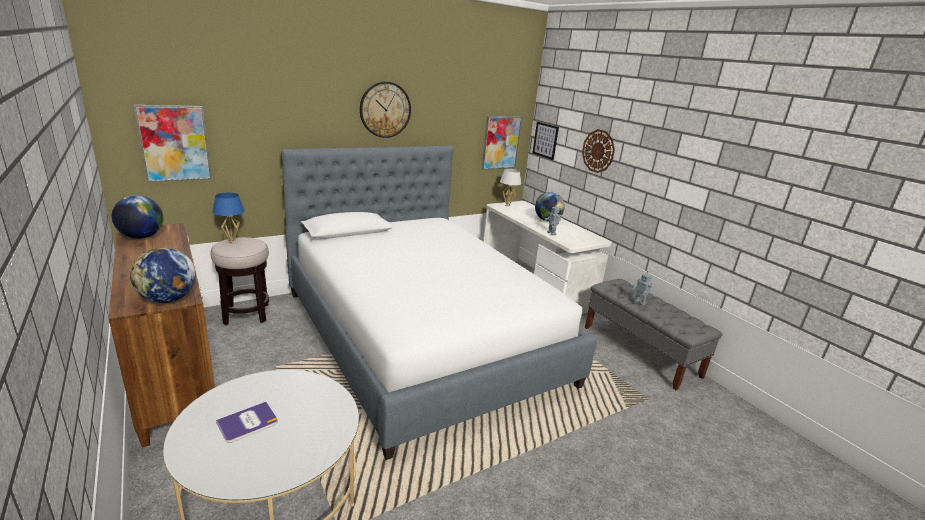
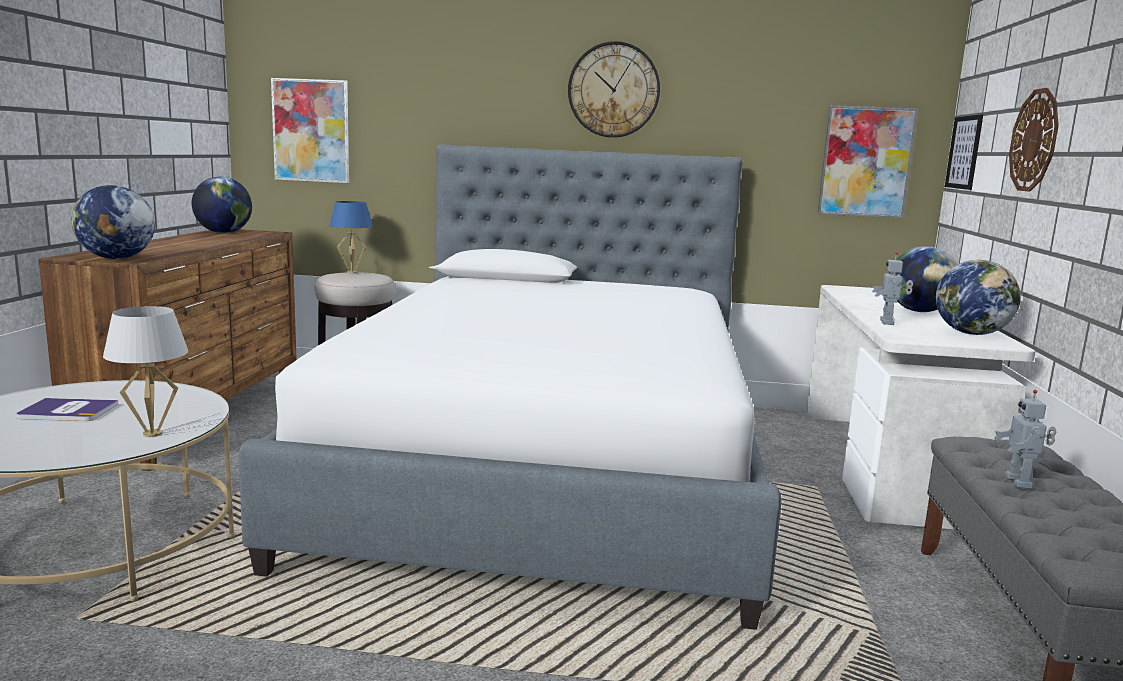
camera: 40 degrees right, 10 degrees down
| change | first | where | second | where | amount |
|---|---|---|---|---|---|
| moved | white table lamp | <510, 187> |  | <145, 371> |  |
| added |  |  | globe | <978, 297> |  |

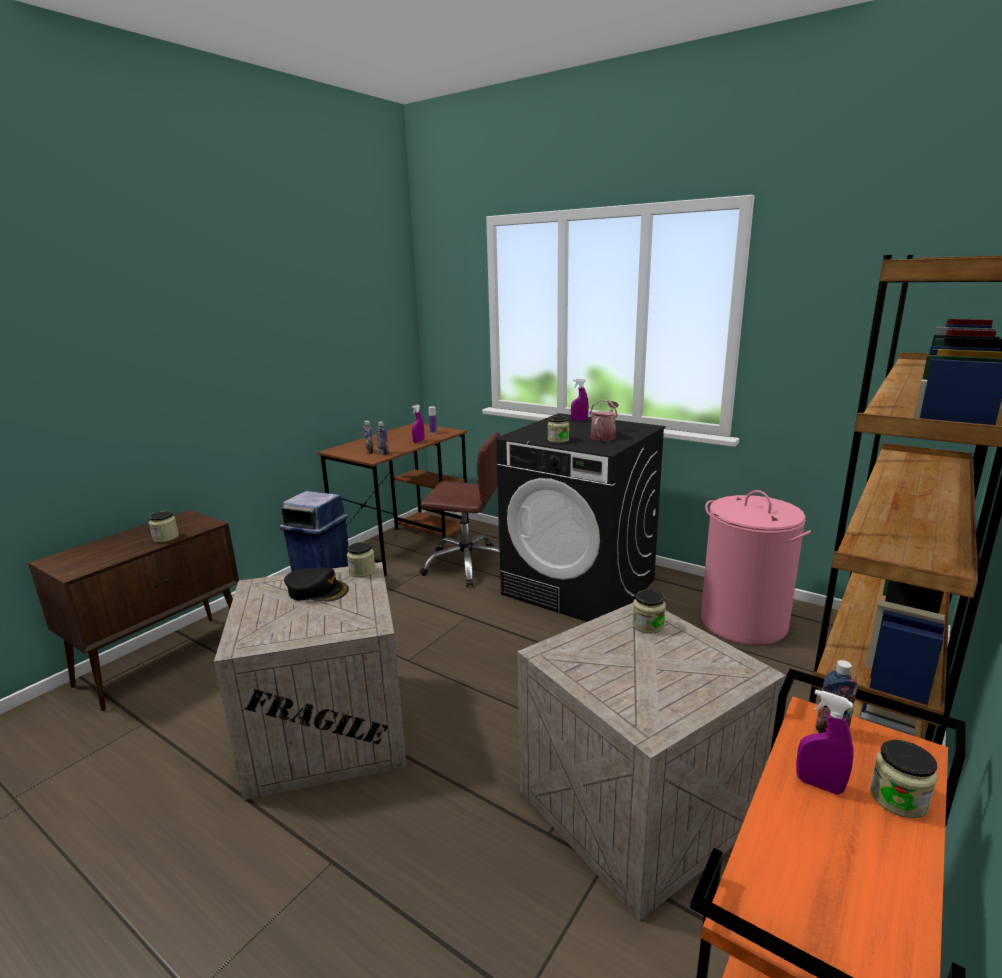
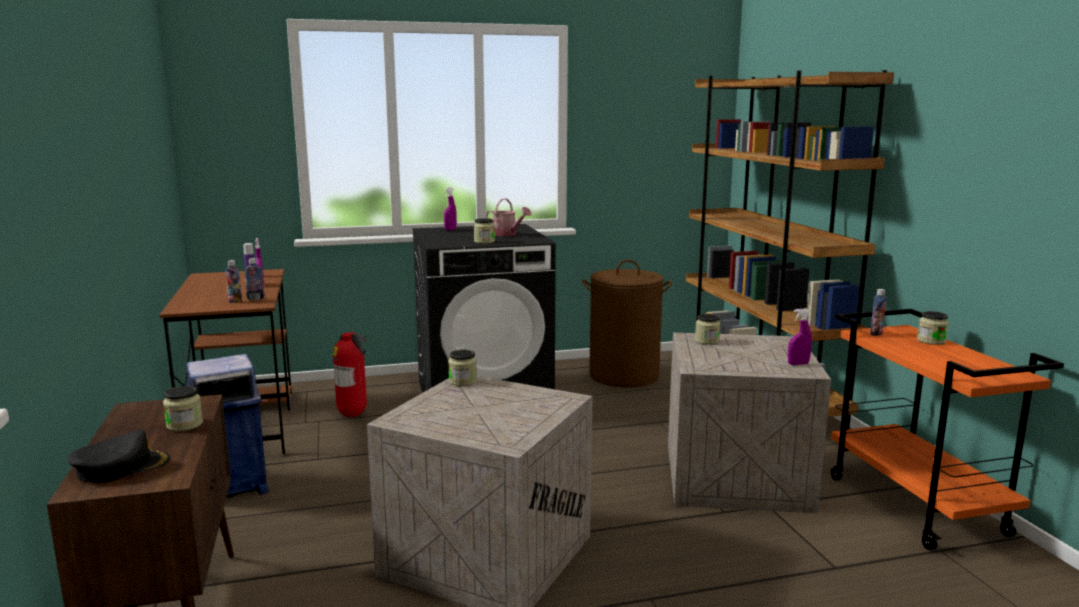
camera: 50 degrees left, 5 degrees down
| change | first | where | second | where | amount |
|---|---|---|---|---|---|
| moved | black-coloured baseball cap | <316, 584> |  | <119, 456> |  |
| replaced | brown-coloured desk chair | <460, 509> | extinguisher | <350, 374> |  |
| turned | watering can | <604, 420> |  | <508, 217> | 150 degrees clockwise |
| recoloured | pinkish laundry basket | <756, 567> | brown-coloured laundry basket | <627, 323> |  |
| moved | purple-coloured spray bottle | <825, 742> |  | <800, 337> |  |

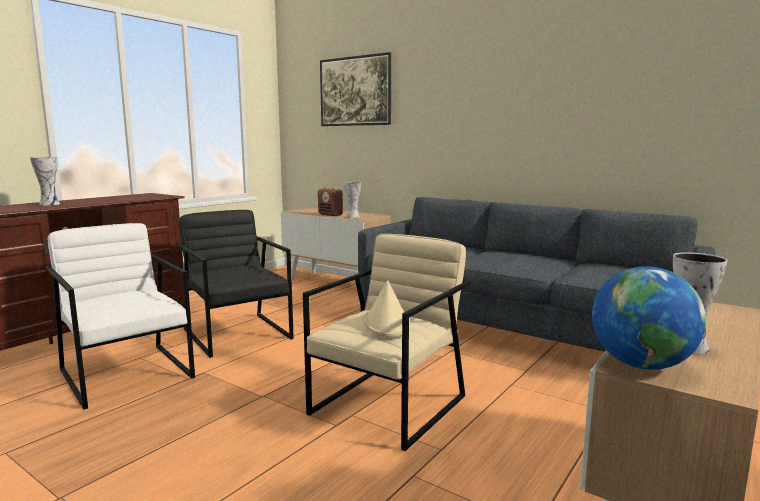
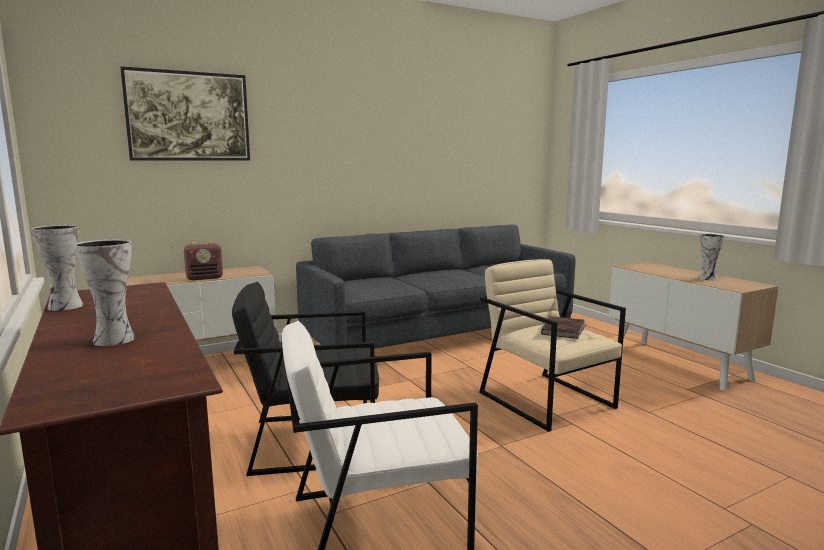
camera: 65 degrees left, 0 degrees up
| change | first | where | second | where | amount |
|---|---|---|---|---|---|
| moved | decorative vase | <352, 200> |  | <57, 268> |  |
| replaced | sand-coloured clothing hat | <386, 308> | brown-coloured volume | <564, 327> |  |
| removed | globe | <649, 318> |  |  |  |

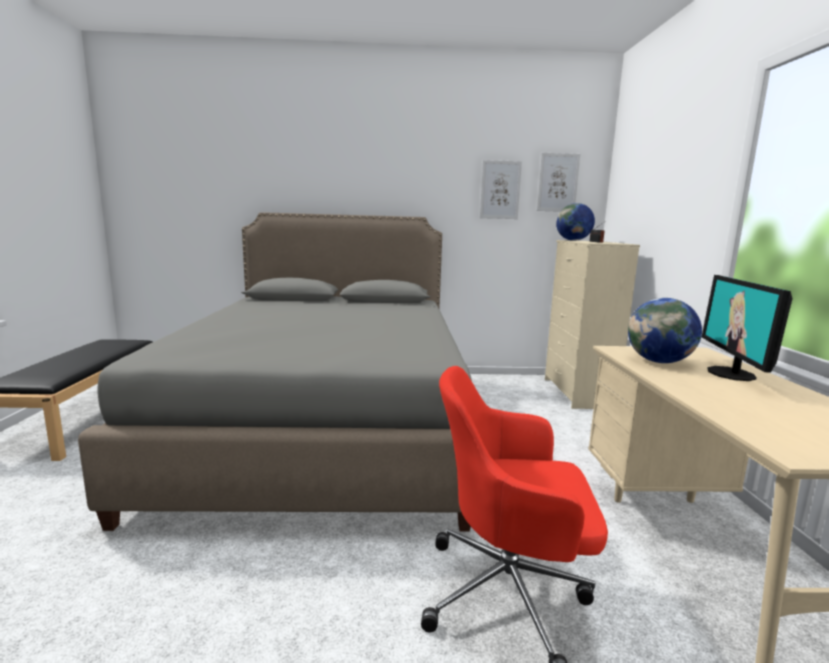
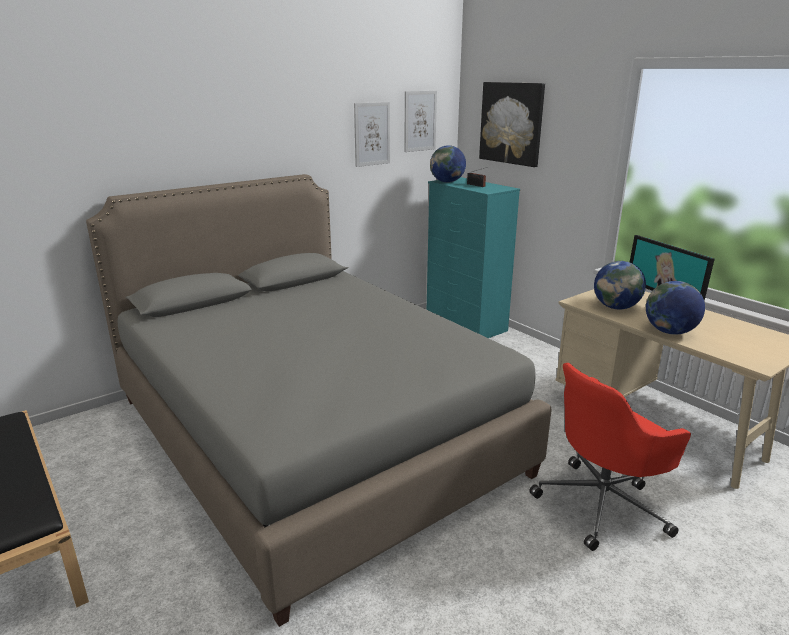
camera: 35 degrees left, 10 degrees up
| change | first | where | second | where | amount |
|---|---|---|---|---|---|
| recoloured | sand-coloured chest of drawers | <592, 324> | turquoise-coloured chest of drawers | <473, 257> |  |
| added |  |  | wall picture | <512, 124> |  |
| added |  |  | globe | <675, 308> |  |

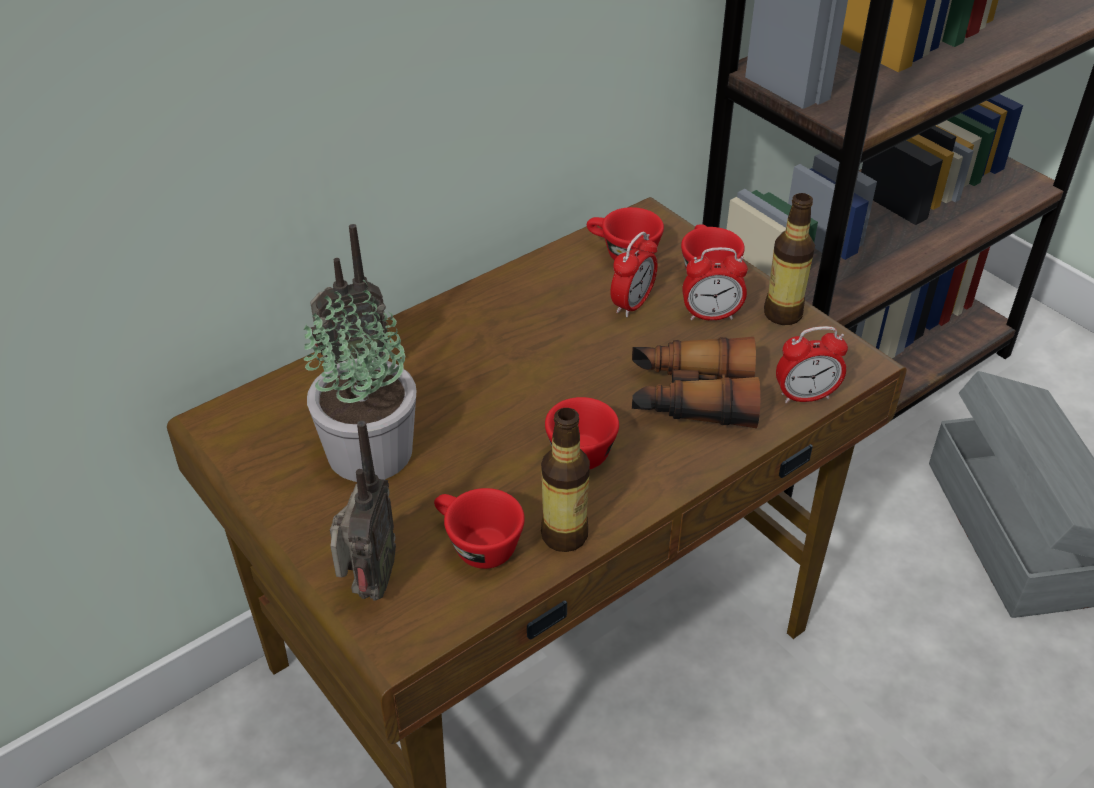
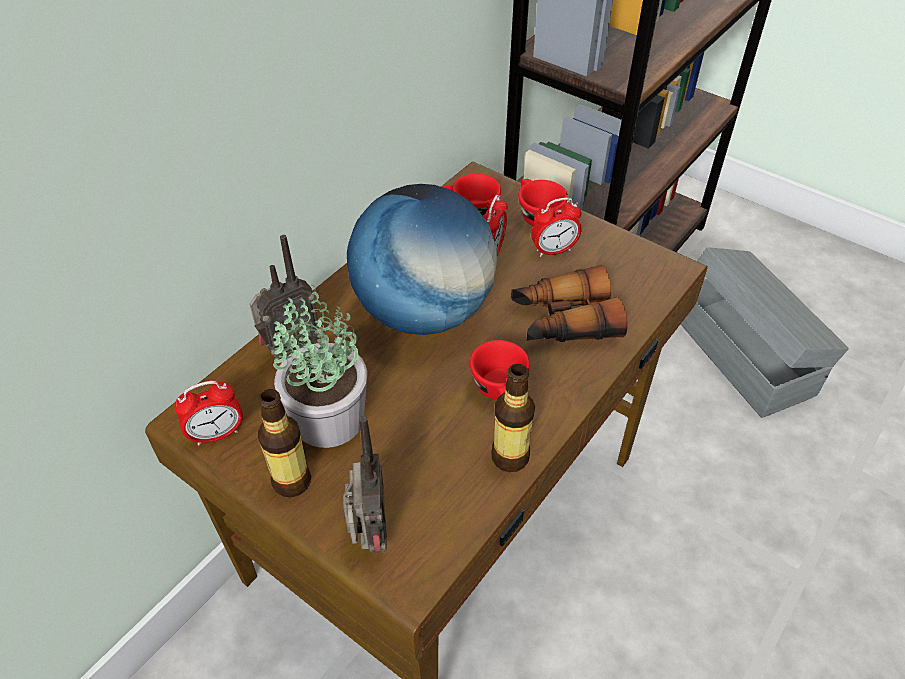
camera: 15 degrees left, 5 degrees up
| change | first | where | second | where | amount |
|---|---|---|---|---|---|
| removed | reddish drinking cup | <479, 528> |  |  |  |
| moved | bottle | <789, 259> |  | <284, 443> |  |
| moved | table clock | <812, 364> |  | <208, 413> |  |
| added |  |  | globe | <422, 259> |  |

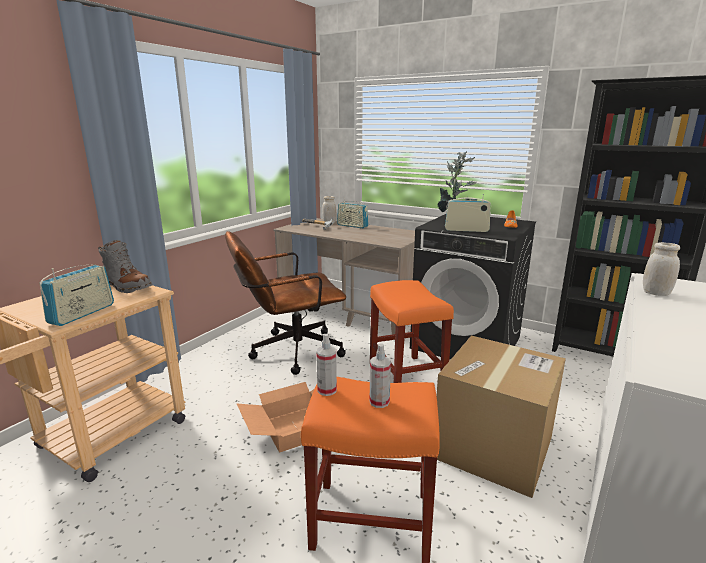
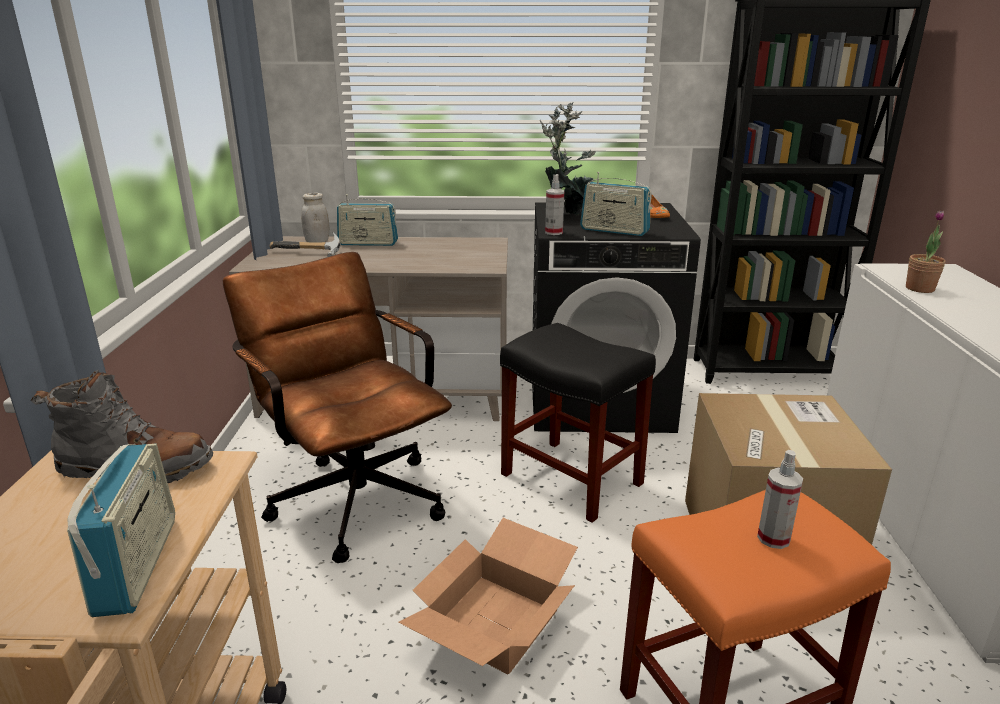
camera: 30 degrees left, 5 degrees up
| change | first | where | second | where | amount |
|---|---|---|---|---|---|
| turned | brown-coloured desk chair | <285, 303> |  | <337, 407> | 105 degrees clockwise |
| moved | spray bottle | <326, 365> |  | <554, 204> |  |
| recoloured | orange-coloured stool | <412, 331> | black-coloured stool | <578, 423> |  |
| turned | radio set | <468, 213> |  | <616, 204> | 135 degrees counterclockwise |
| replaced | white preserve jar | <661, 269> | houseplant | <926, 252> |  |

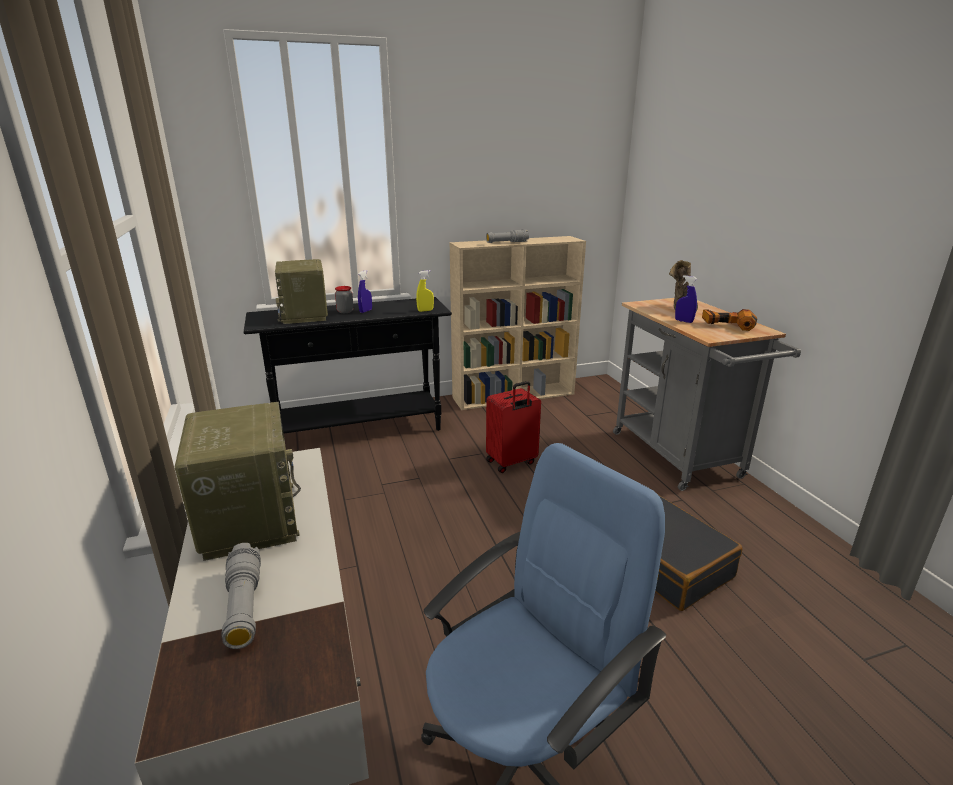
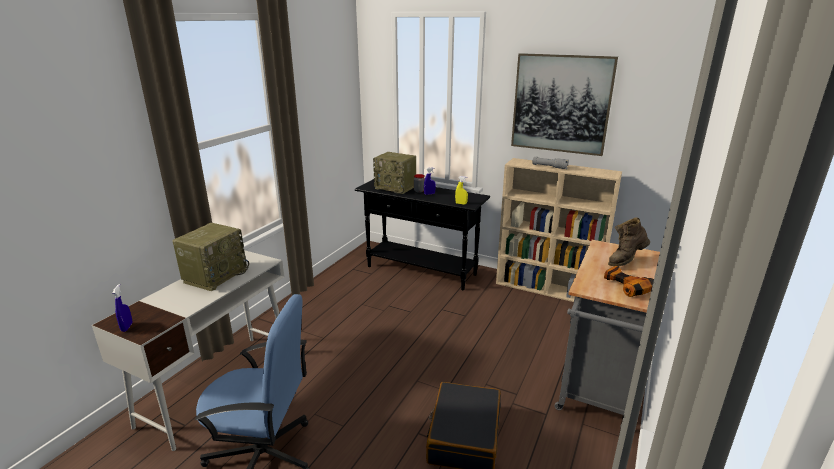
camera: 45 degrees right, 0 degrees up
| change | first | where | second | where | amount |
|---|---|---|---|---|---|
| removed | gray torch | <241, 596> |  |  |  |
| turned | radio set | <301, 291> |  | <394, 173> | 90 degrees counterclockwise |
| removed | reddish piece of luggage | <513, 427> |  |  |  |
| moved | blue spray bottle | <686, 299> |  | <122, 308> |  |
| added |  |  | wall picture | <564, 104> |  |

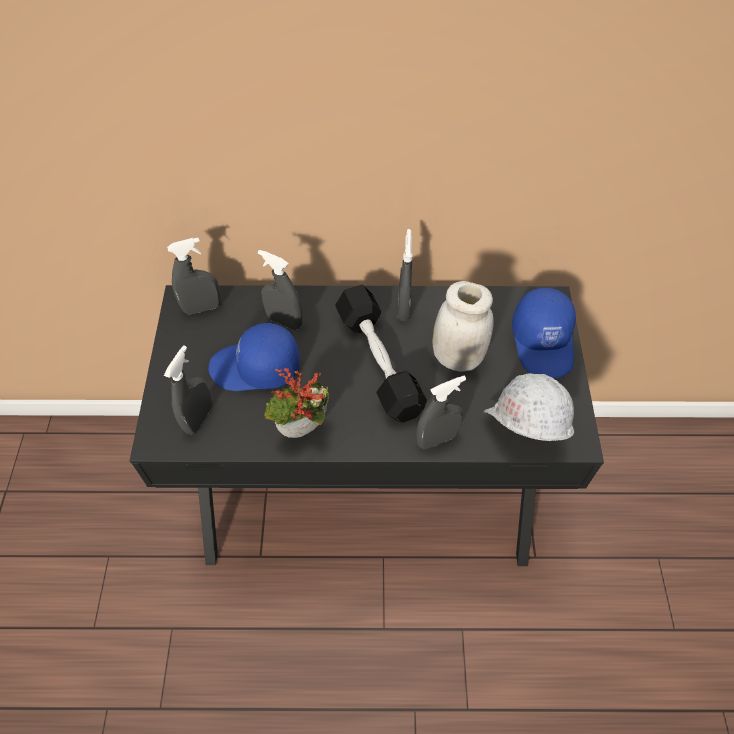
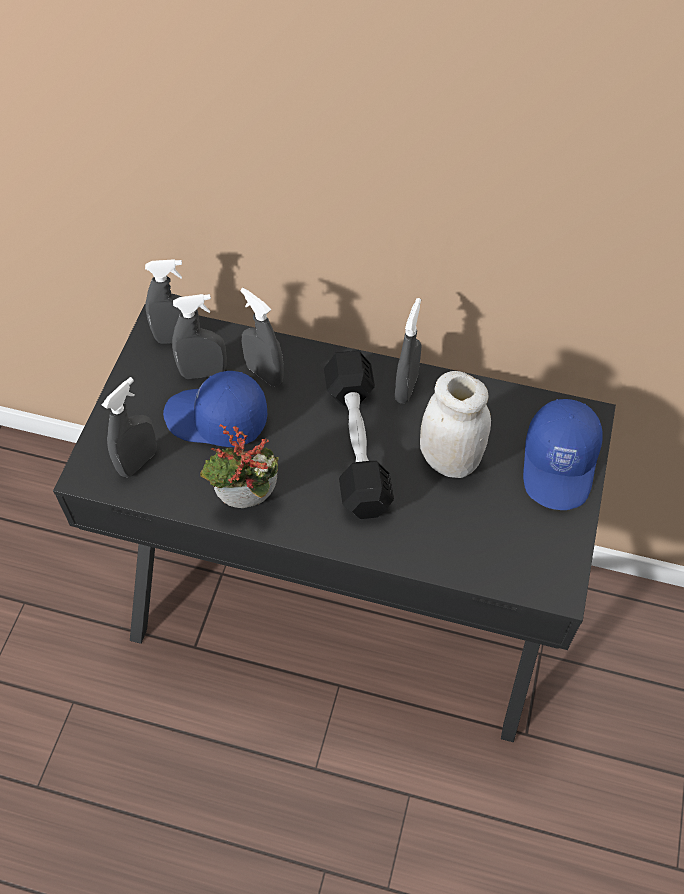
camera: 15 degrees right, 0 degrees up
| change | first | where | second | where | amount |
|---|---|---|---|---|---|
| moved | gray spray bottle | <441, 413> |  | <199, 336> |  |
| removed | white work helmet | <528, 407> |  |  |  |

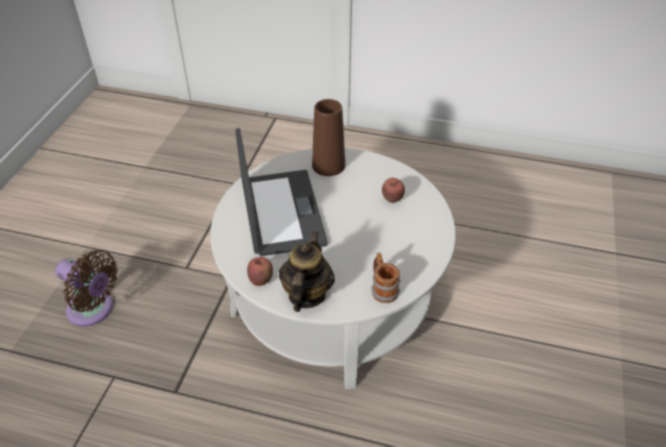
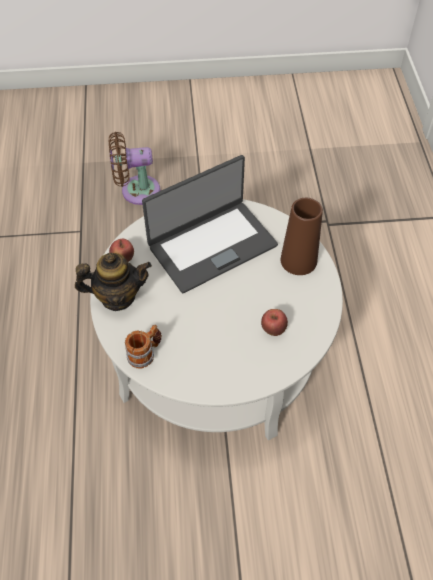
camera: 70 degrees right, 10 degrees up
| change | first | where | second | where | amount |
|---|---|---|---|---|---|
| turned | brown-coloured fan | <86, 288> |  | <134, 168> | 75 degrees clockwise |

